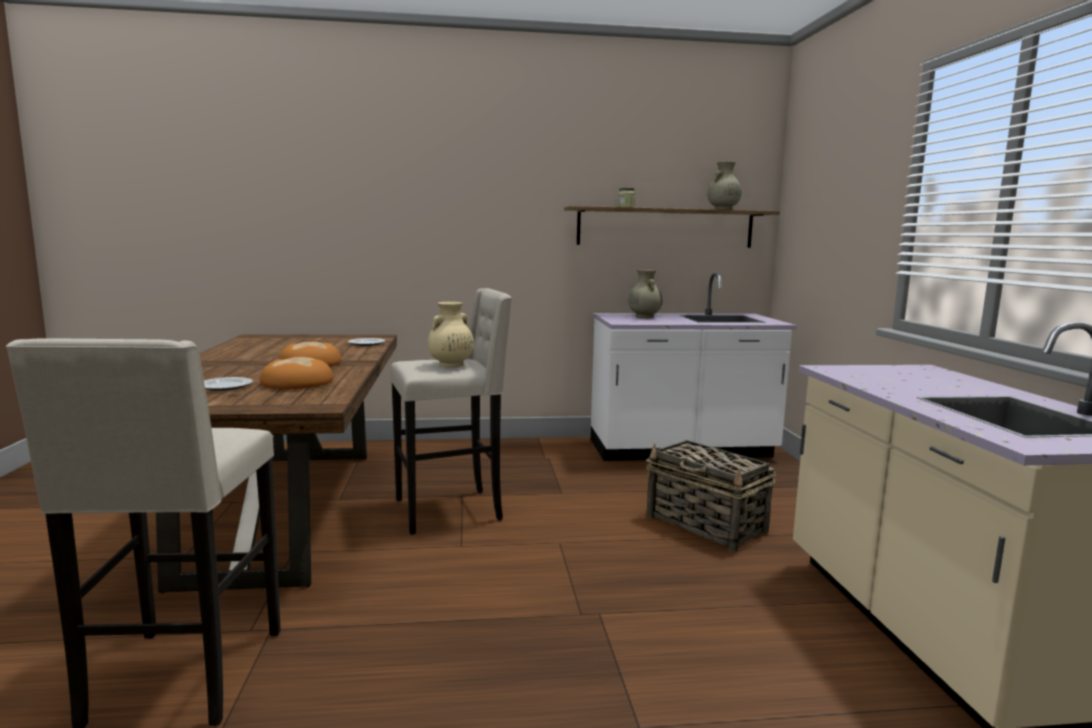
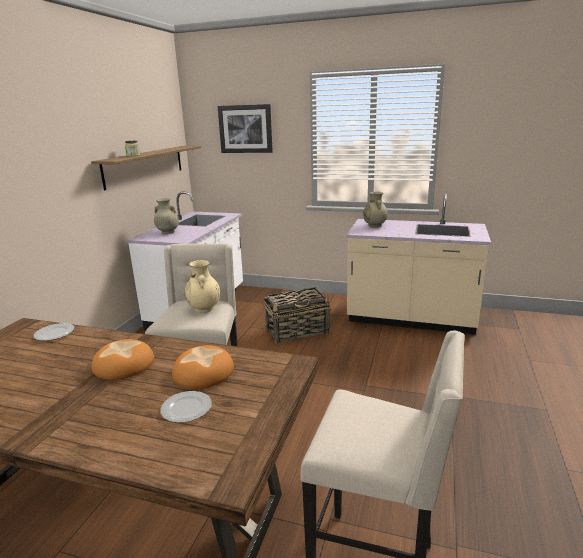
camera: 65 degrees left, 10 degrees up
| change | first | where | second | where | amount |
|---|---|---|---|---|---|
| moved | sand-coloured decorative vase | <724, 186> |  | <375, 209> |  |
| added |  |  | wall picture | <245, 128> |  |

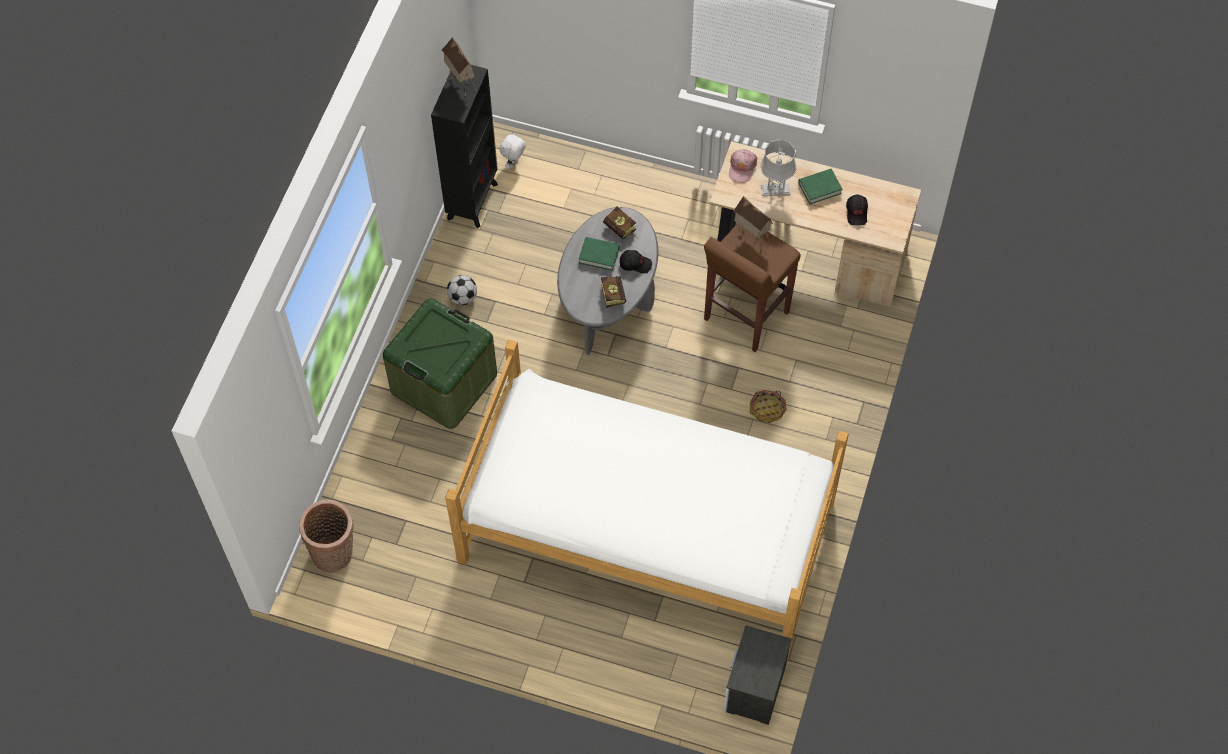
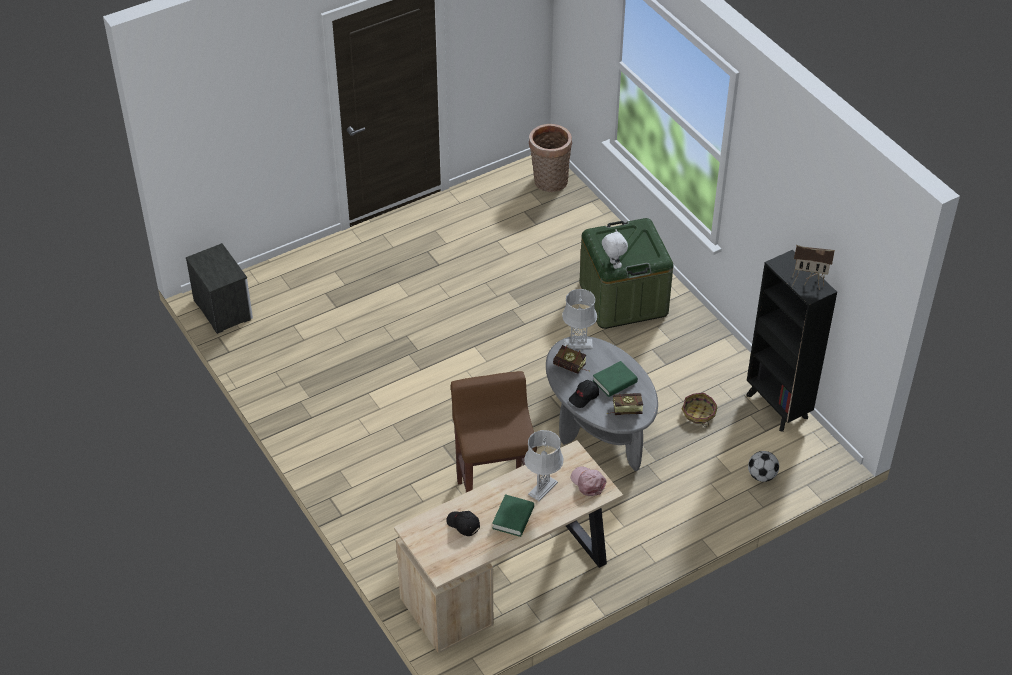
camera: 130 degrees right, 15 degrees down
| change | first | where | second | where | amount |
|---|---|---|---|---|---|
| removed | bedroom bed | <647, 500> |  |  |  |
| moved | football ball | <462, 290> |  | <763, 466> |  |
| moved | white cuddly toy | <513, 150> |  | <615, 249> |  |
| removed | model house | <753, 223> |  |  |  |
| moved | household basket | <768, 406> |  | <699, 410> |  |
| added |  |  | gray table lamp | <579, 319> |  |

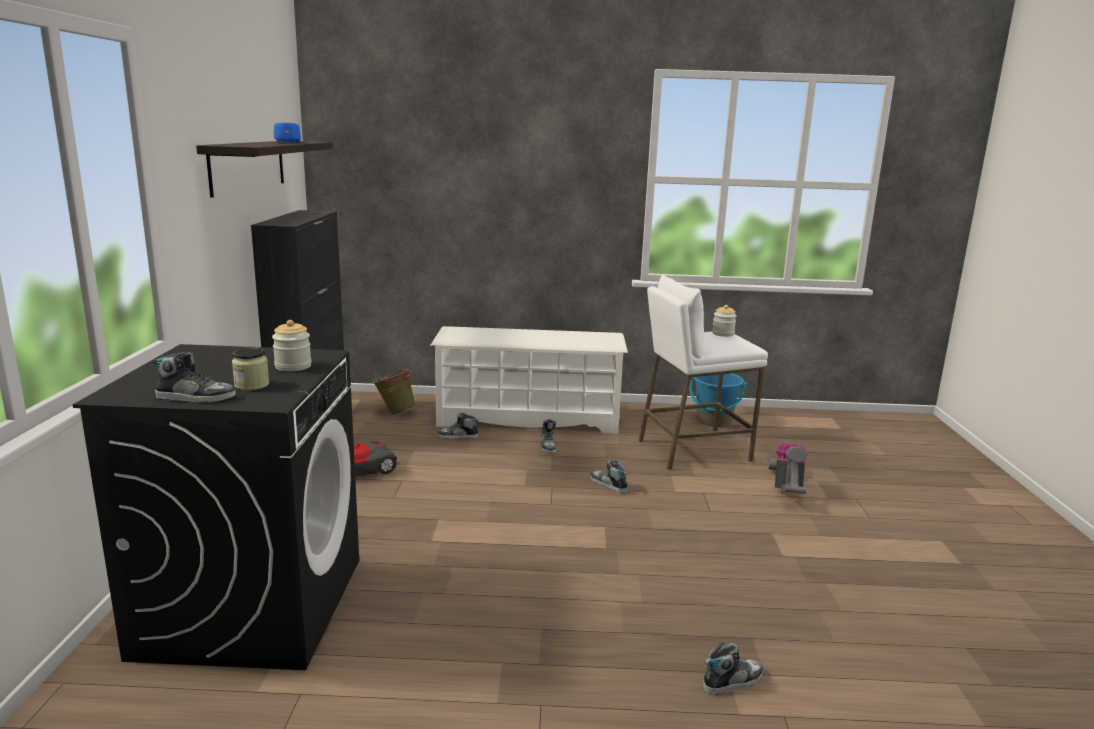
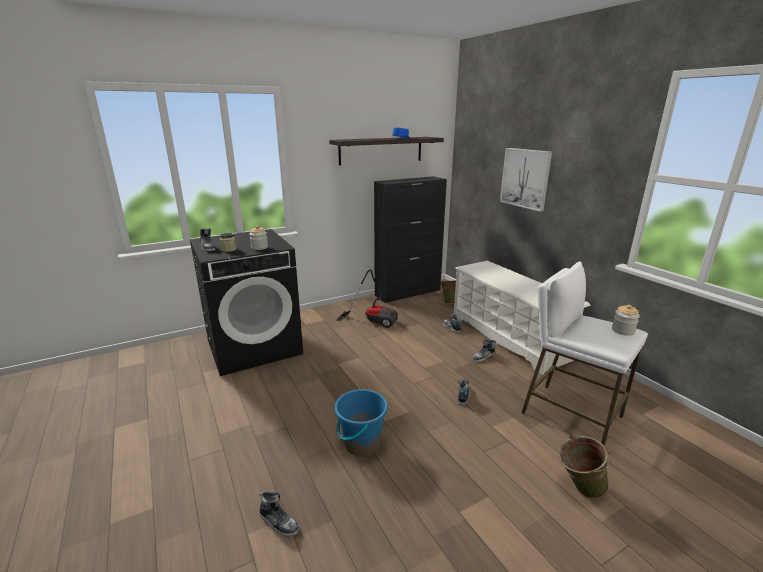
camera: 60 degrees right, 5 degrees up
| change | first | where | second | where | amount |
|---|---|---|---|---|---|
| moved | blue water bucket | <718, 400> |  | <361, 422> |  |
| replaced | vacuum cleaner | <787, 469> | green-coloured water bucket | <585, 466> |  |
| added |  |  | wall picture | <526, 180> |  |

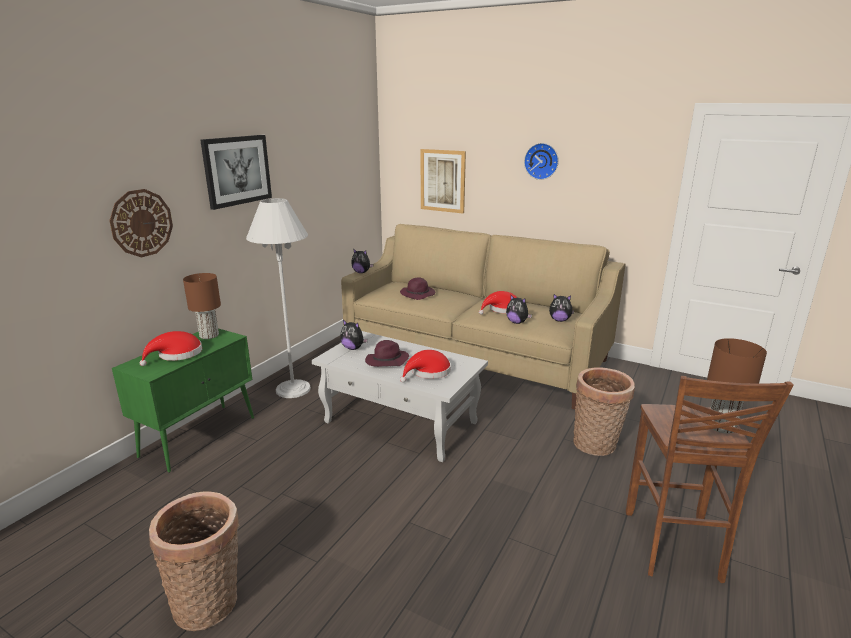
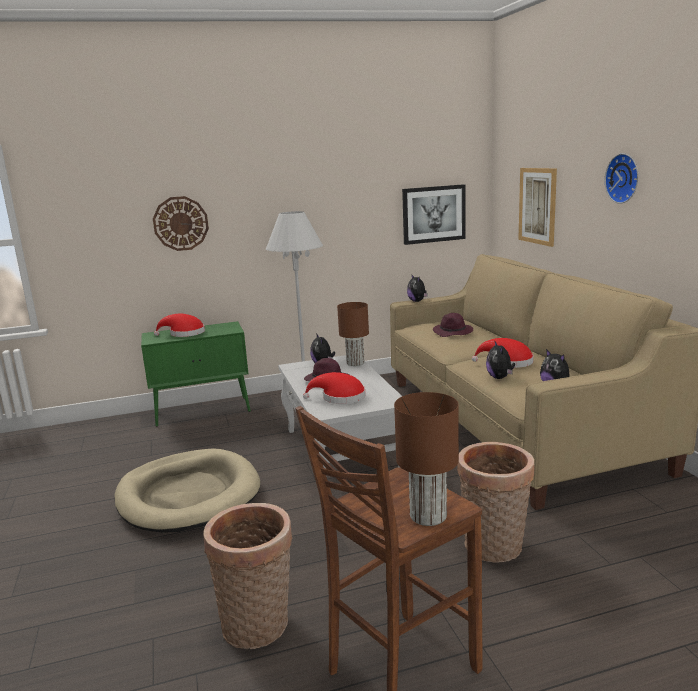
camera: 45 degrees right, 5 degrees down
| change | first | where | second | where | amount |
|---|---|---|---|---|---|
| moved | household basket | <194, 561> |  | <247, 576> |  |
| moved | brown-coloured table lamp | <202, 306> |  | <353, 334> |  |
| moved | wall picture | <236, 172> |  | <433, 214> |  |
| added |  |  | sand-coloured dog cushion | <187, 490> |  |

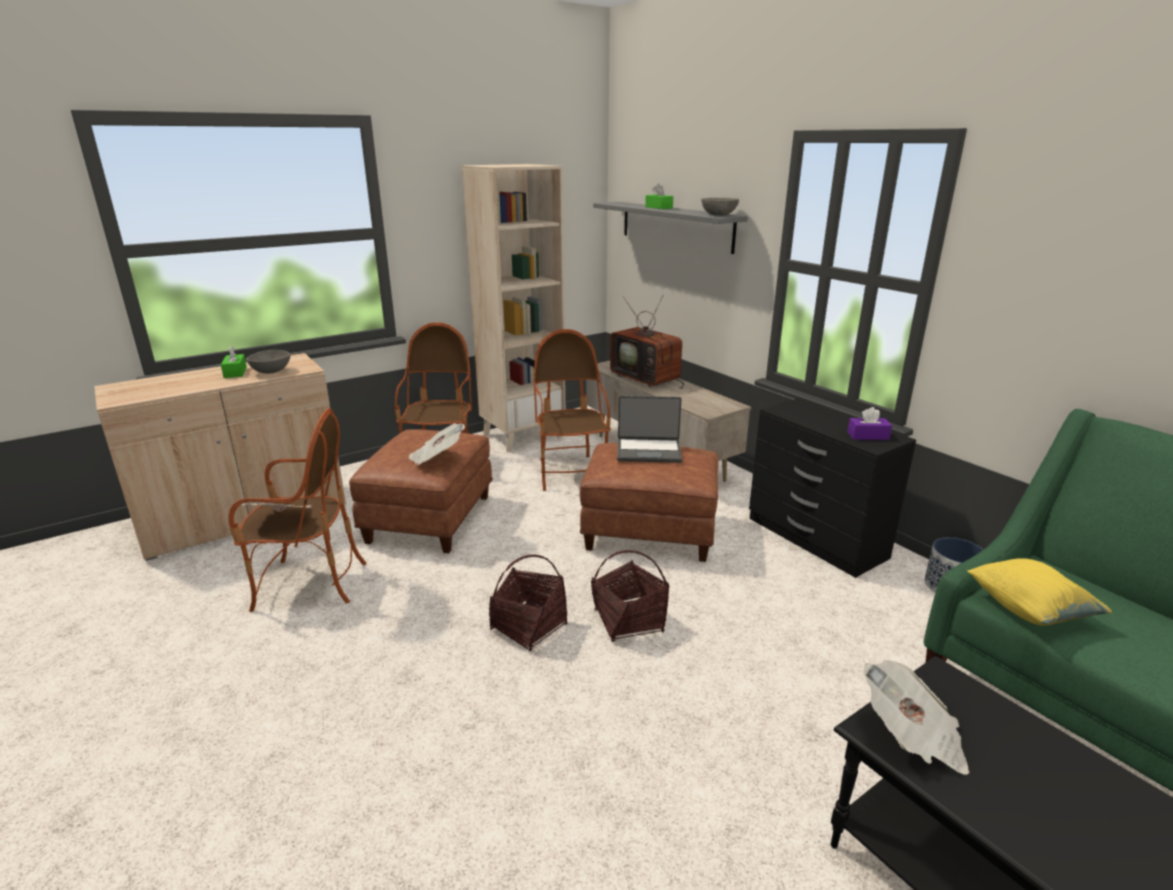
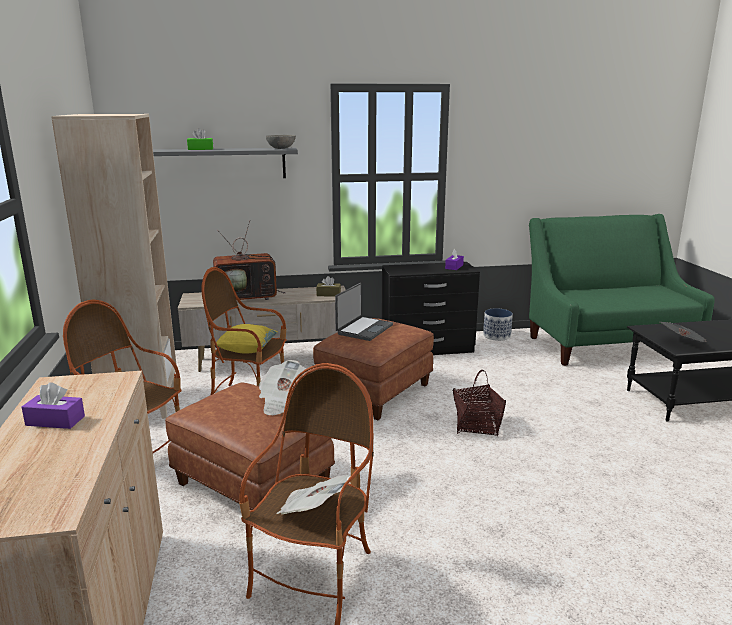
camera: 65 degrees left, 5 degrees down
| change | first | where | second | where | amount |
|---|---|---|---|---|---|
| recoloured | green-coloured box of tissues | <234, 362> | purple-coloured box of tissues | <53, 405> |  |
| removed | gray deep dish | <268, 362> |  |  |  |
| removed | household basket | <528, 602> |  |  |  |
| moved | yellow-coloured cushion | <1039, 592> |  | <246, 338> |  |
| added |  |  | brown-coloured box of tissues | <328, 286> |  |

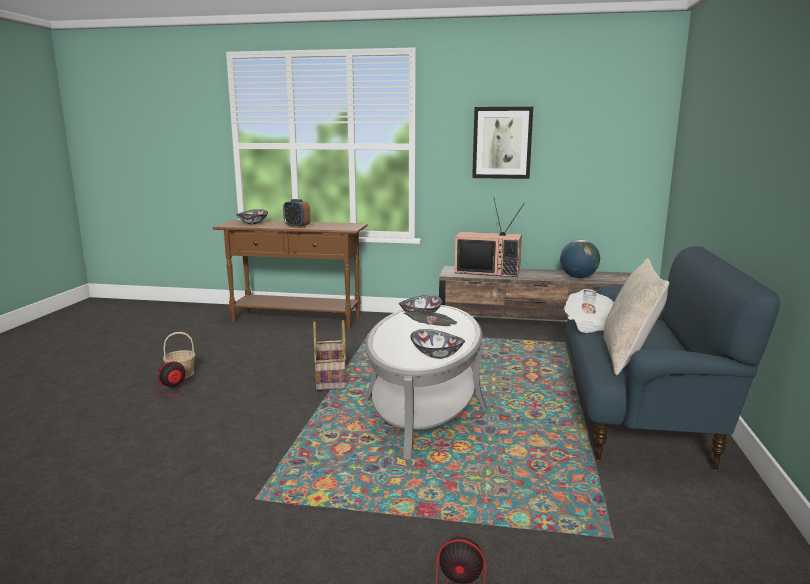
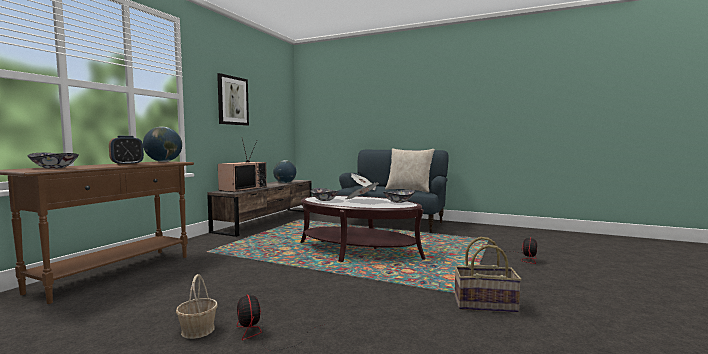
camera: 75 degrees left, 10 degrees down
| change | first | where | second | where | amount |
|---|---|---|---|---|---|
| moved | household basket | <329, 355> |  | <488, 275> |  |
| recoloured | gray lounge table | <425, 382> | brown-coloured lounge table | <362, 229> |  |
| added |  |  | globe | <162, 144> |  |

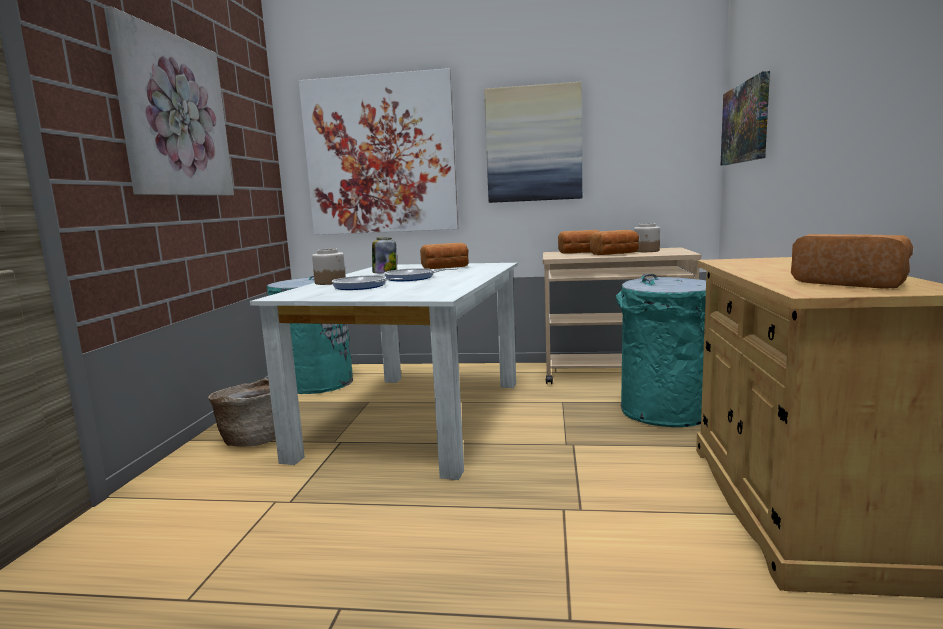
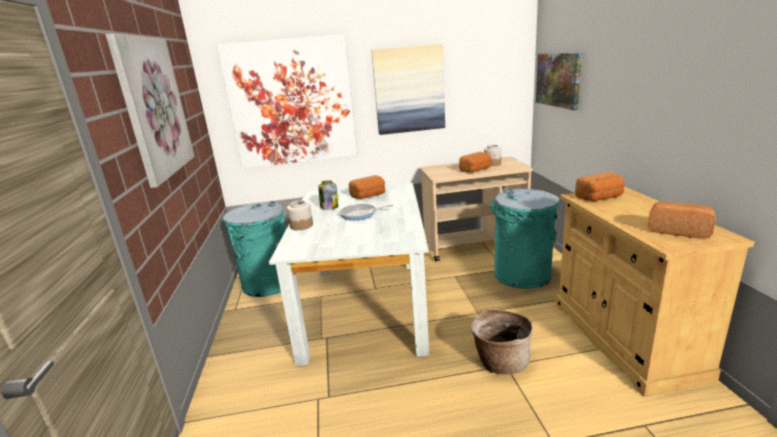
camera: 15 degrees left, 10 degrees up
| change | first | where | second | where | amount |
|---|---|---|---|---|---|
| moved | household basket | <242, 412> |  | <502, 341> |  |
| removed | skillet | <367, 282> |  |  |  |
| moved | bakery bread | <579, 242> |  | <600, 186> |  |

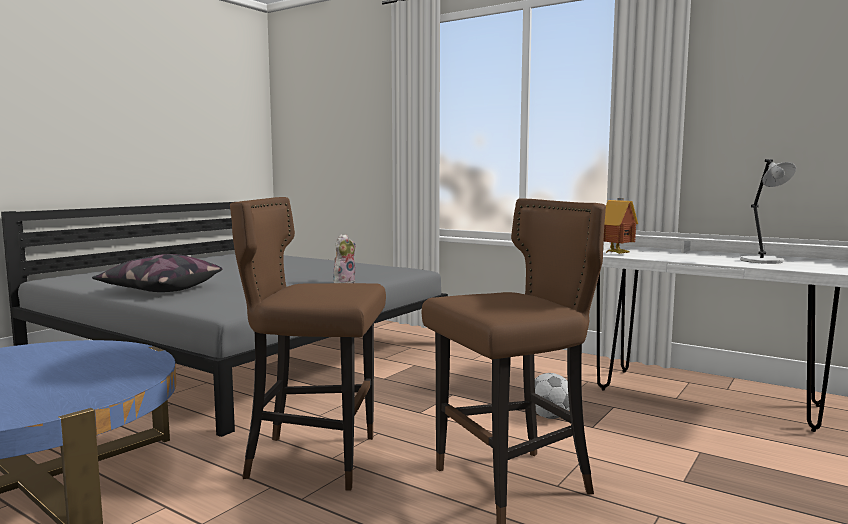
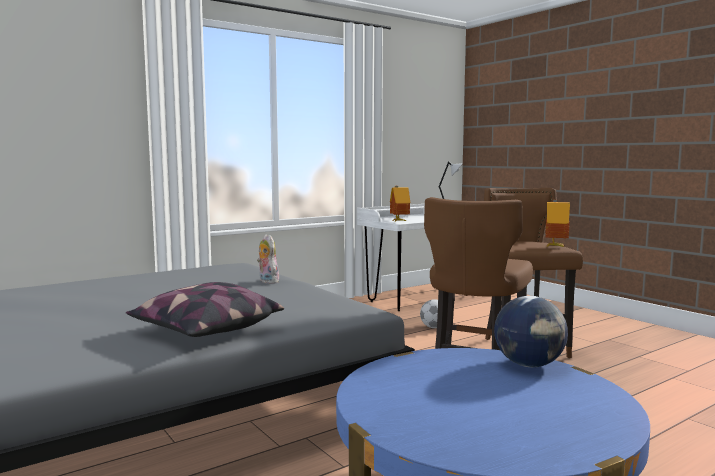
camera: 70 degrees left, 0 degrees up
| change | first | where | second | where | amount |
|---|---|---|---|---|---|
| added |  |  | globe | <531, 331> |  |
| added |  |  | model house | <557, 223> |  |

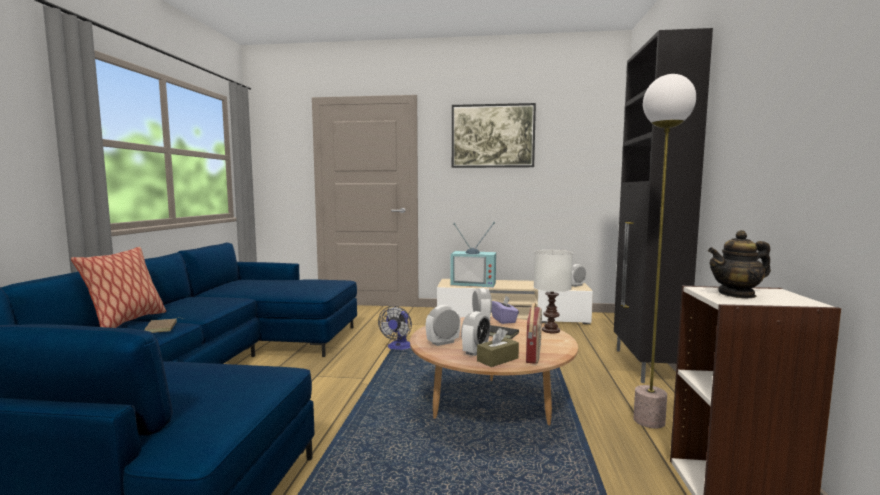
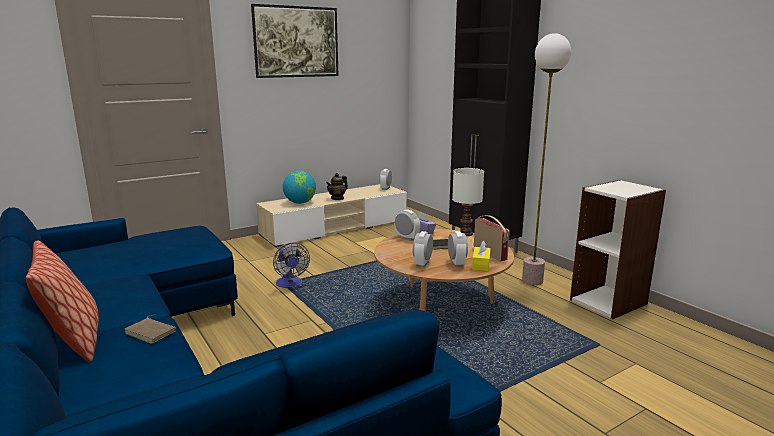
camera: 40 degrees left, 10 degrees up
| change | first | where | second | where | amount |
|---|---|---|---|---|---|
| replaced | television | <473, 254> | globe | <299, 187> |  |
| recoloured | brown-coloured box of tissues | <498, 347> | yellow-coloured box of tissues | <481, 256> |  |
| moved | pot for tea | <739, 264> |  | <337, 186> |  |

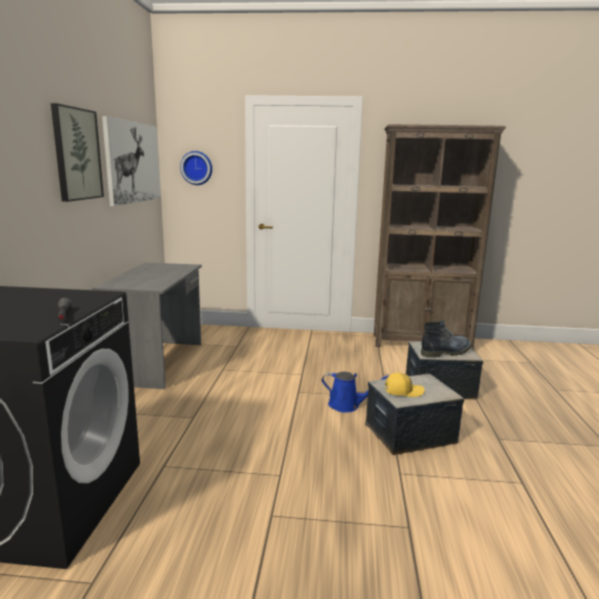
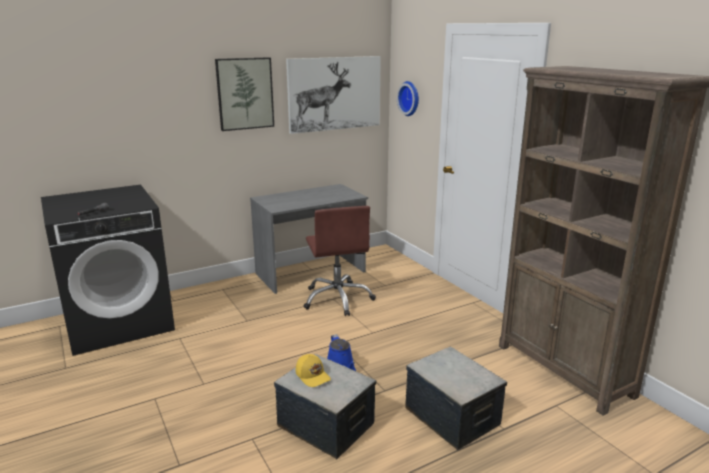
camera: 55 degrees right, 5 degrees up
| change | first | where | second | where | amount |
|---|---|---|---|---|---|
| removed | boot | <446, 339> |  |  |  |
| added |  |  | brown-coloured desk chair | <340, 261> |  |

